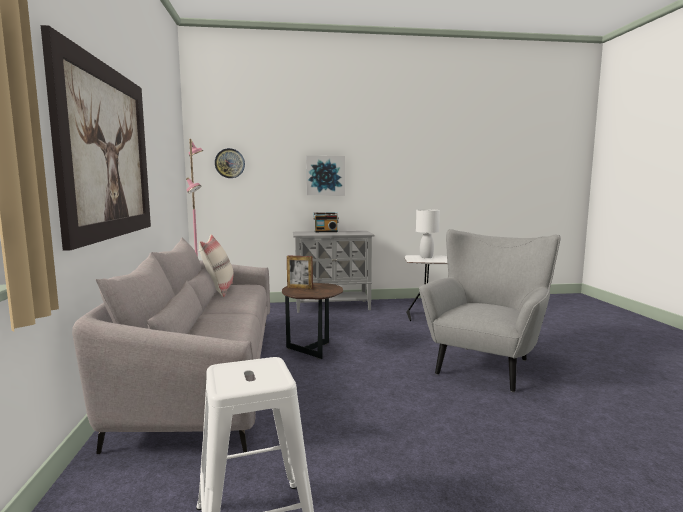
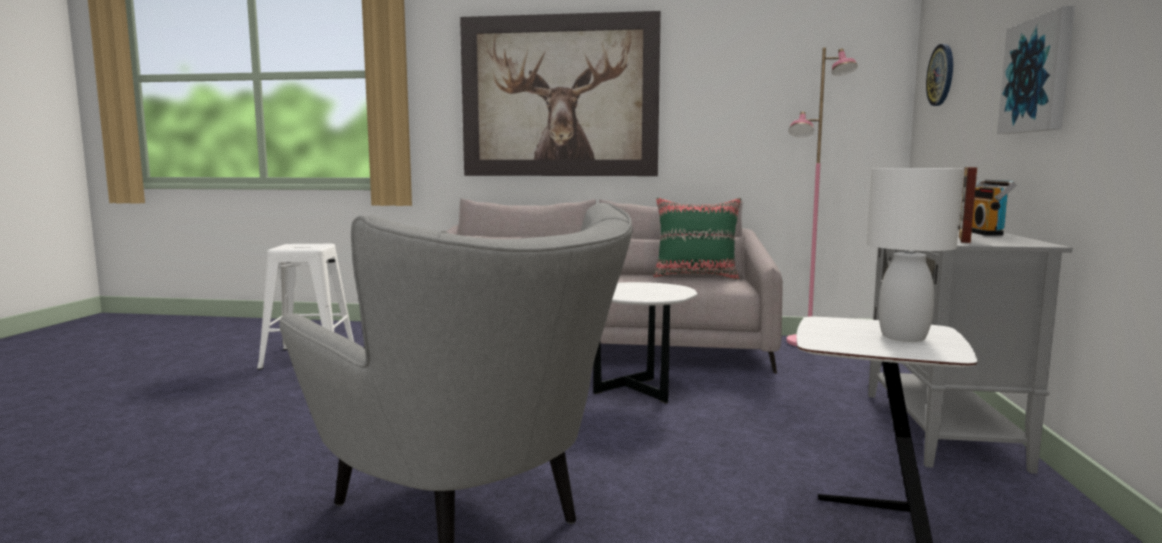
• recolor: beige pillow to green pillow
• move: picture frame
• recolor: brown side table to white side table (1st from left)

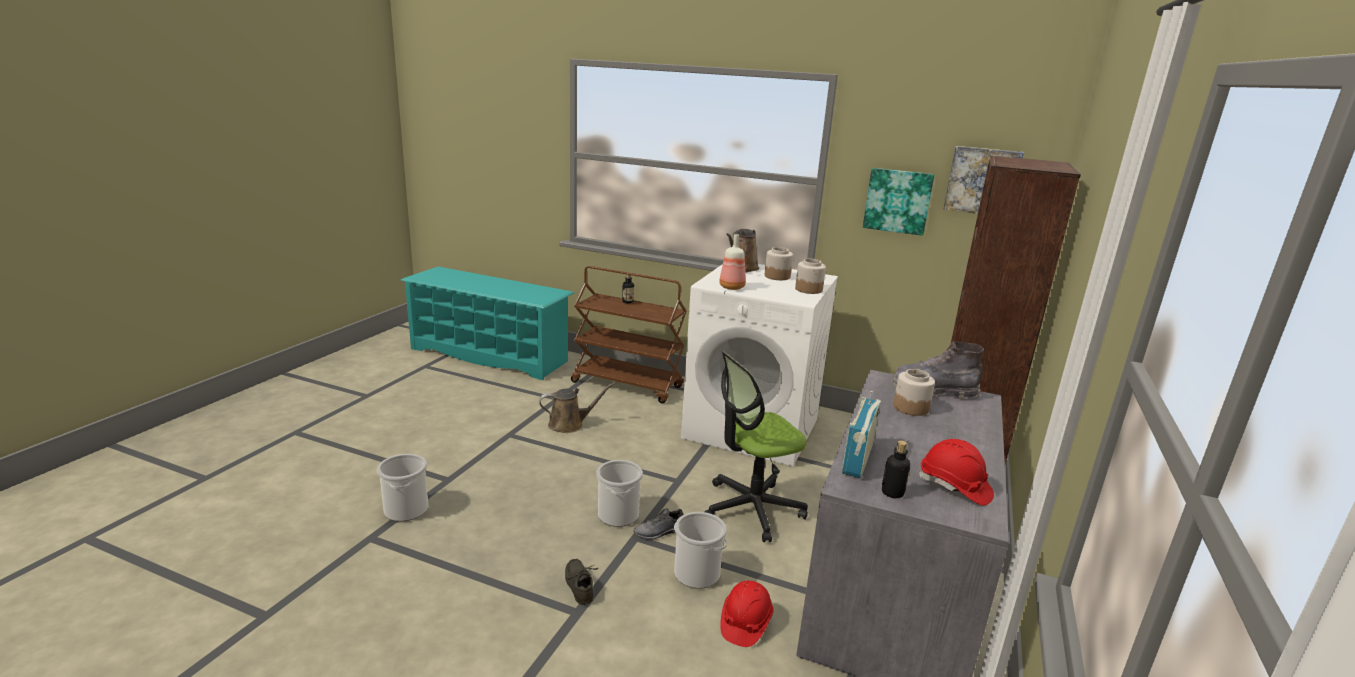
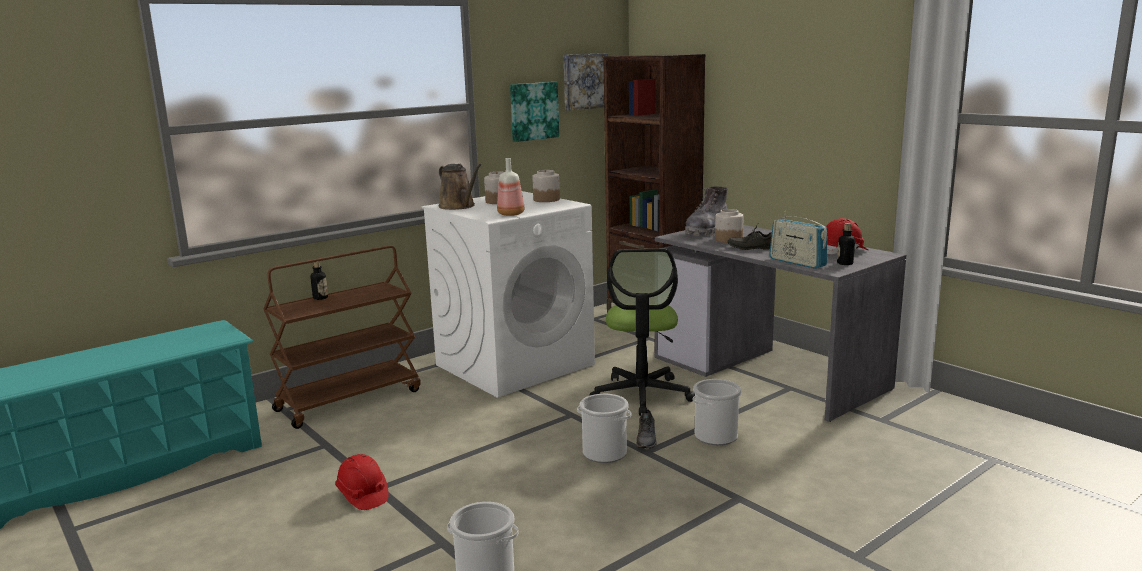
• delete: brown watering can (1st from left)
• move: grey shoe (1st from left in the first image) to grey shoe (2nd from left)
• move: red hard hat (1st from left)

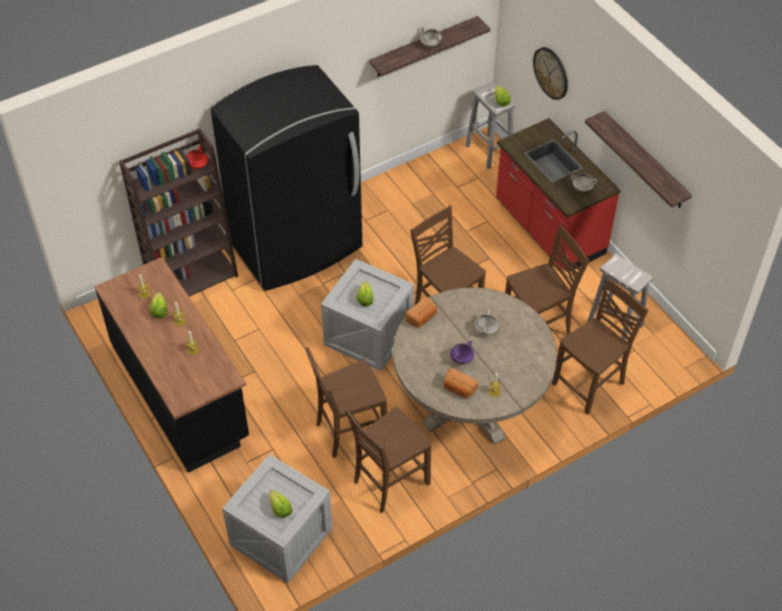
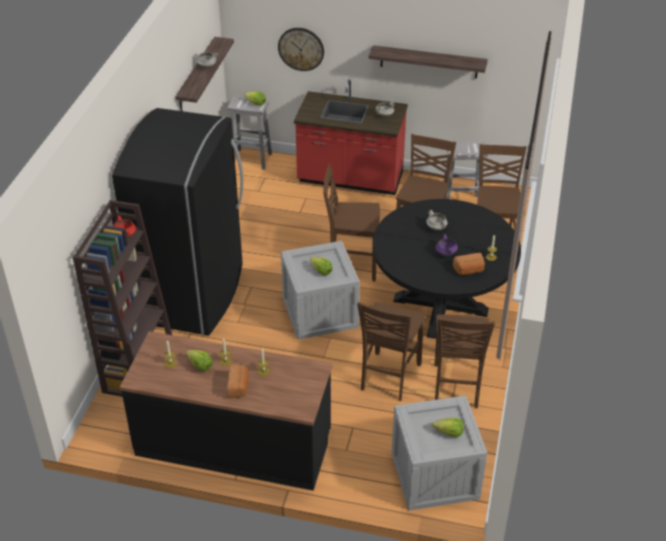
• recolor: beige dining table to black dining table
• move: bread (1st from left)

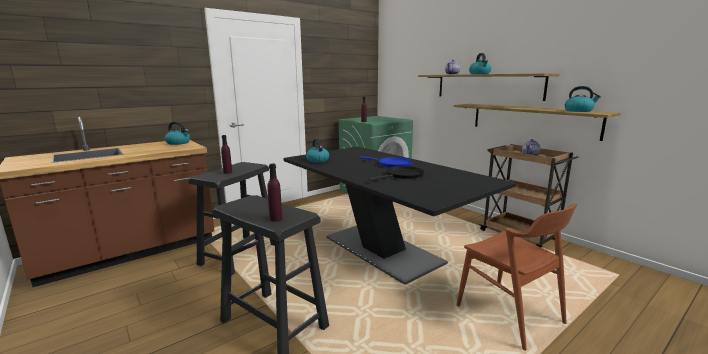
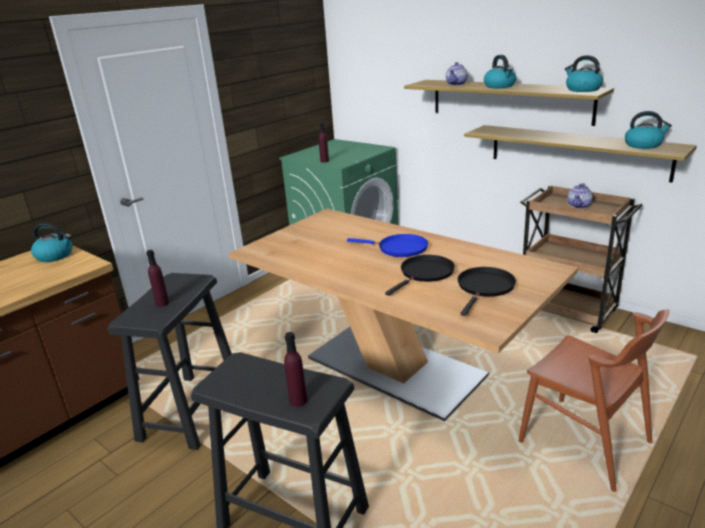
• move: kettle (2nd from left in the first image) to kettle (3rd from left)
• recolor: black dining table to beige dining table
• insert: black frying pan (2nd from left)

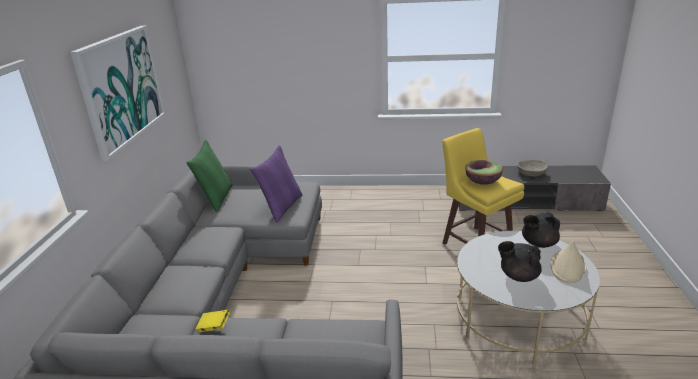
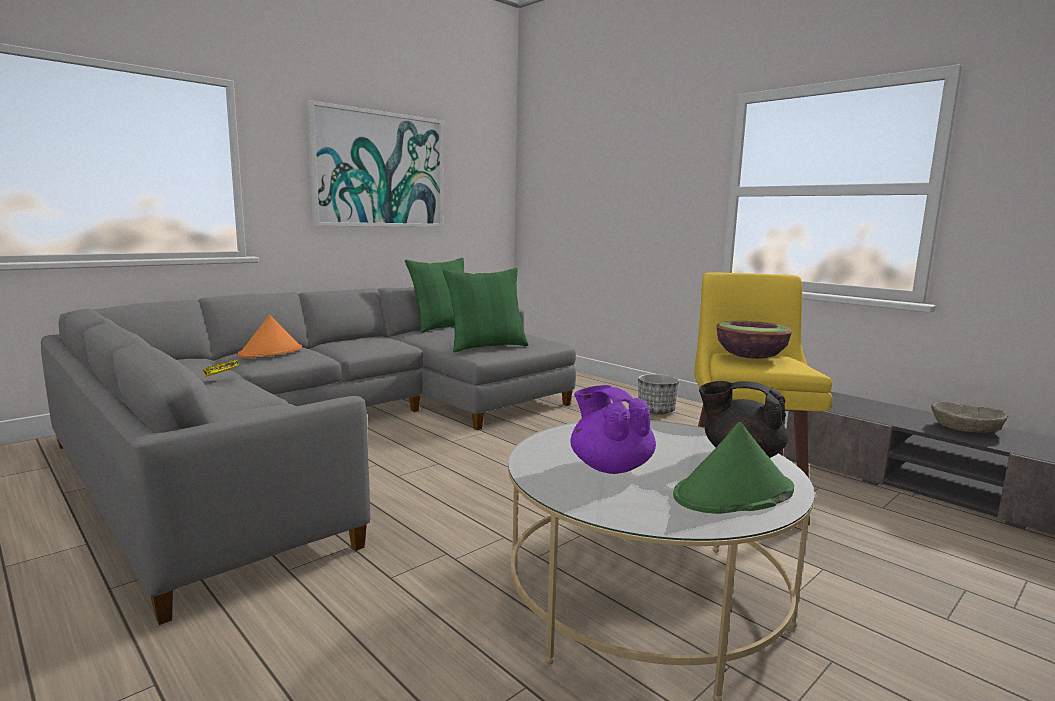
• recolor: purple pillow to green pillow (2nd from left)
• recolor: black teapot (1st from left) to purple teapot
• recolor: beige hat to green hat
• insert: orange hat
• insert: planter

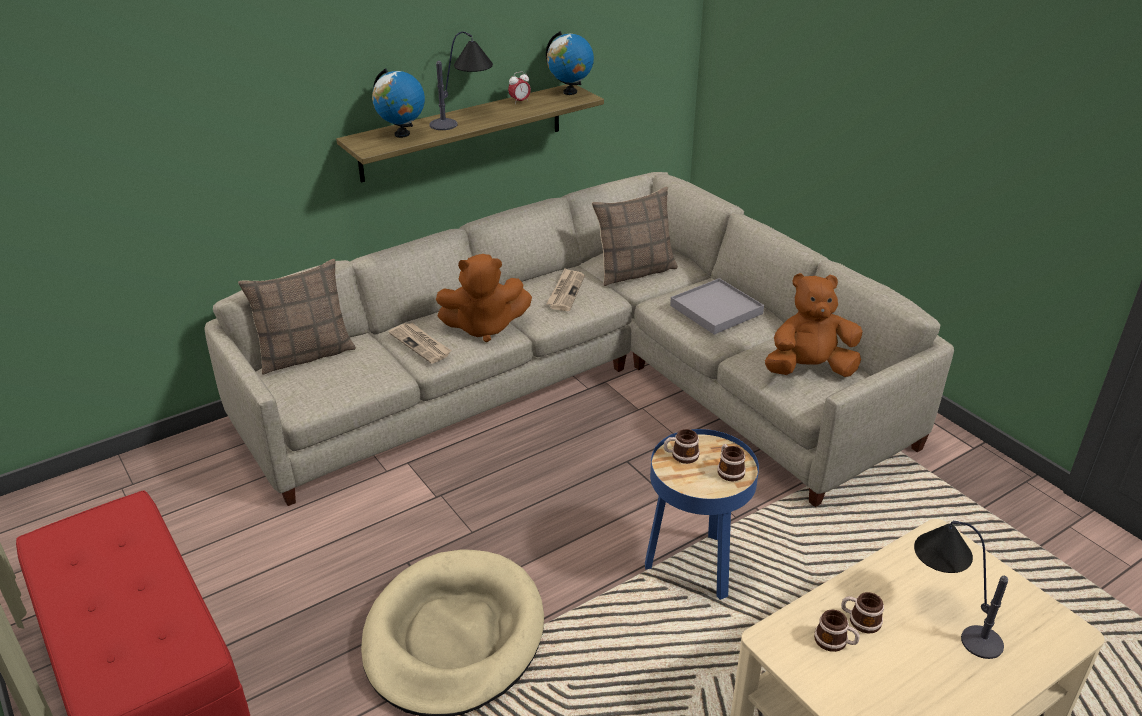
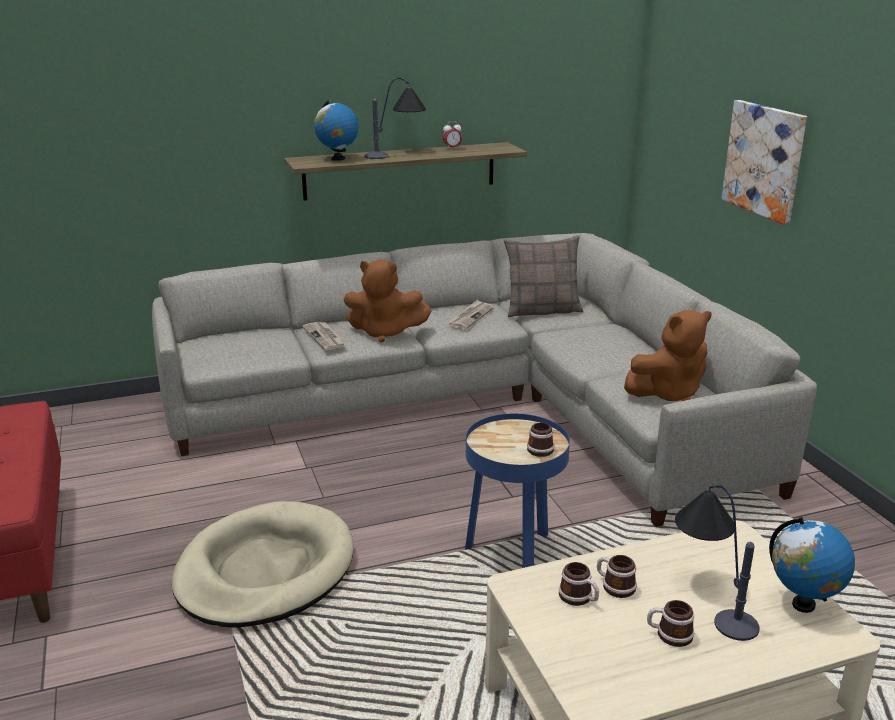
• move: globe (2nd from left)
• delete: pillow (1st from left)
• rotate: brown plush toy (2nd from left) 150 degrees clockwise
• delete: grey tray
• move: mug (1st from left in the first image) to mug (4th from left)
• insert: picture

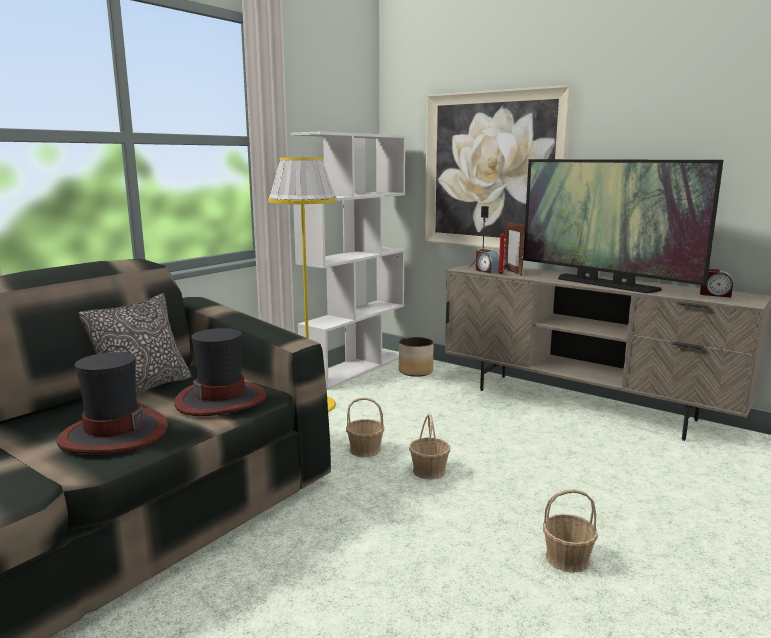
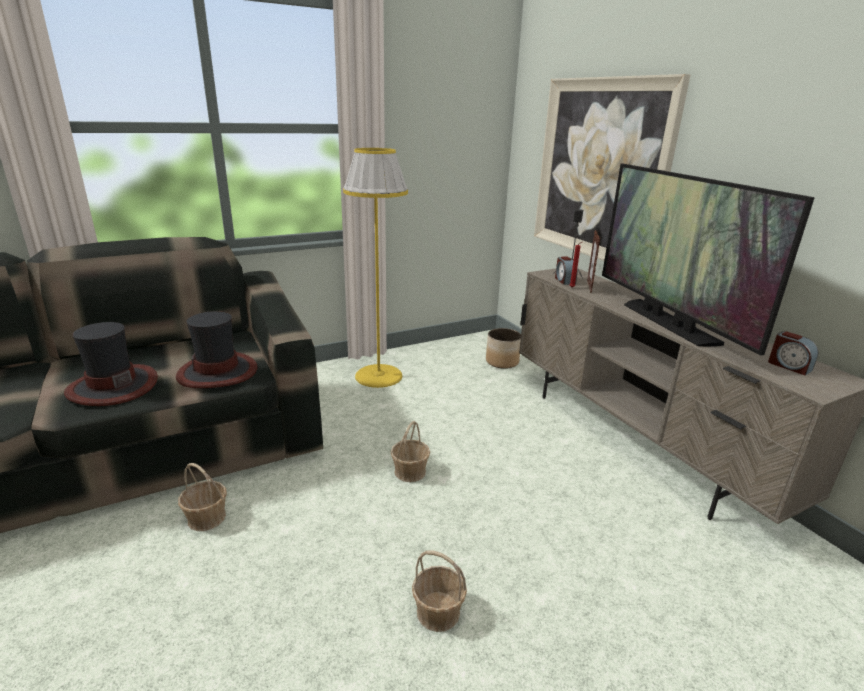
• delete: white bookcase
• delete: pillow
• move: basket (1st from left)

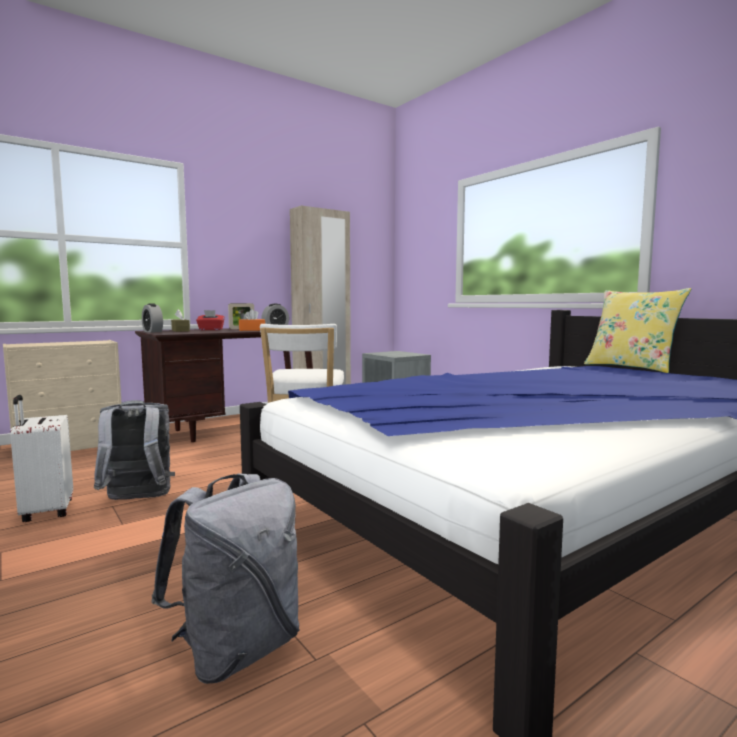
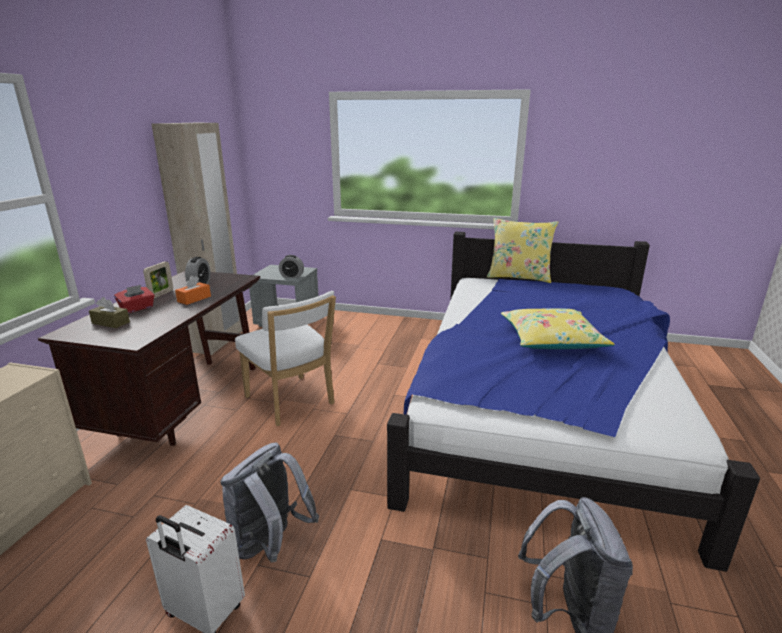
• move: alarm clock (1st from left in the first image) to alarm clock (2nd from left)
• insert: yellow pillow (2nd from left)

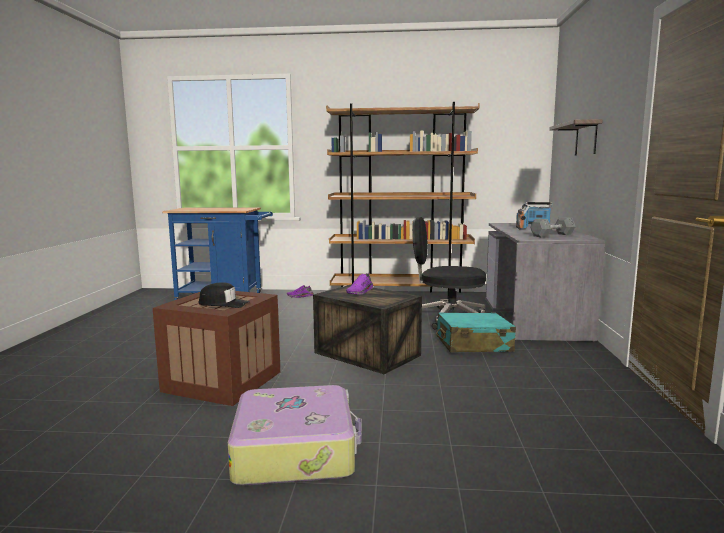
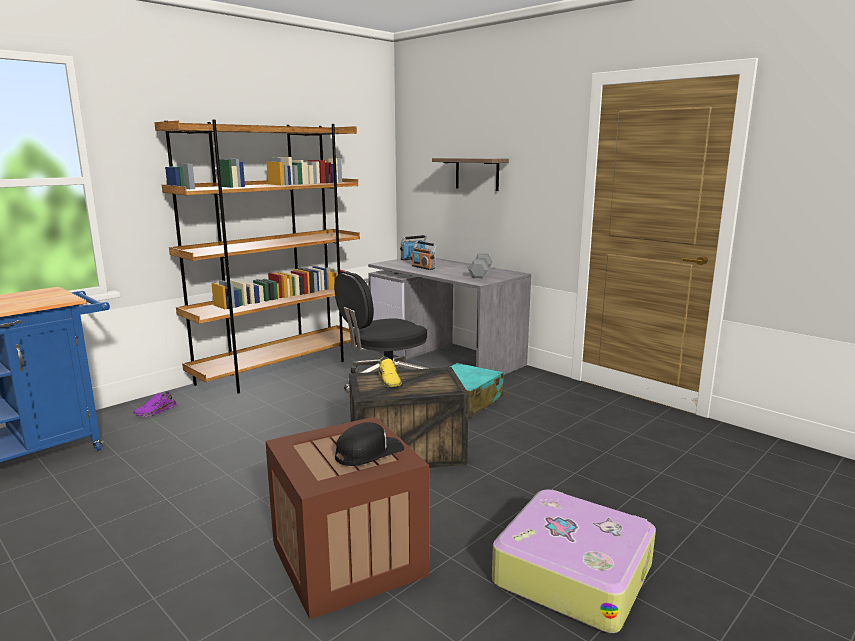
• recolor: purple shoe (2nd from left) to yellow shoe

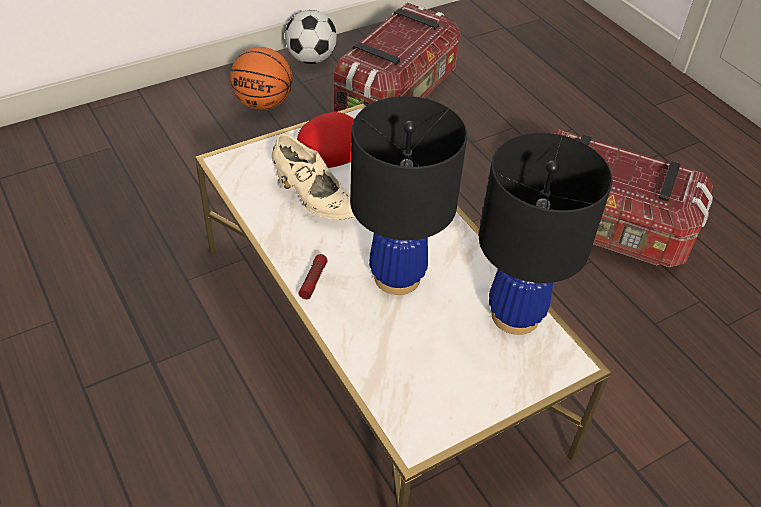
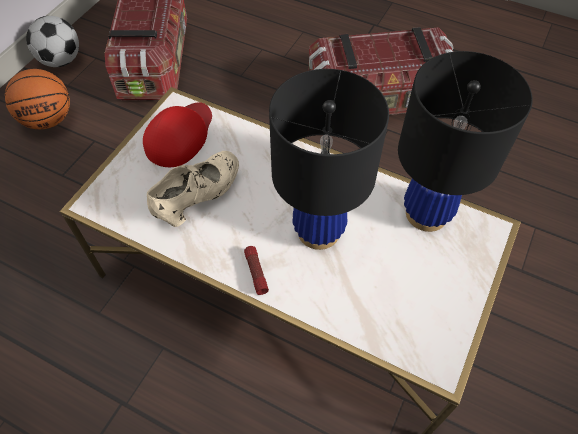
• rotate: beige shoe 60 degrees counterclockwise

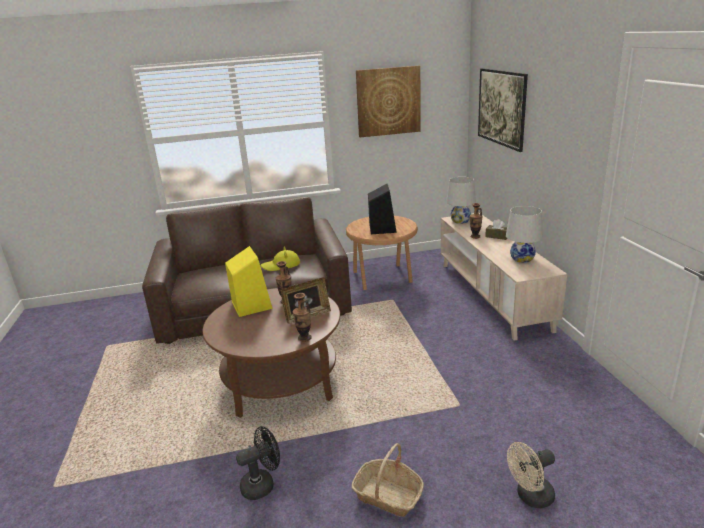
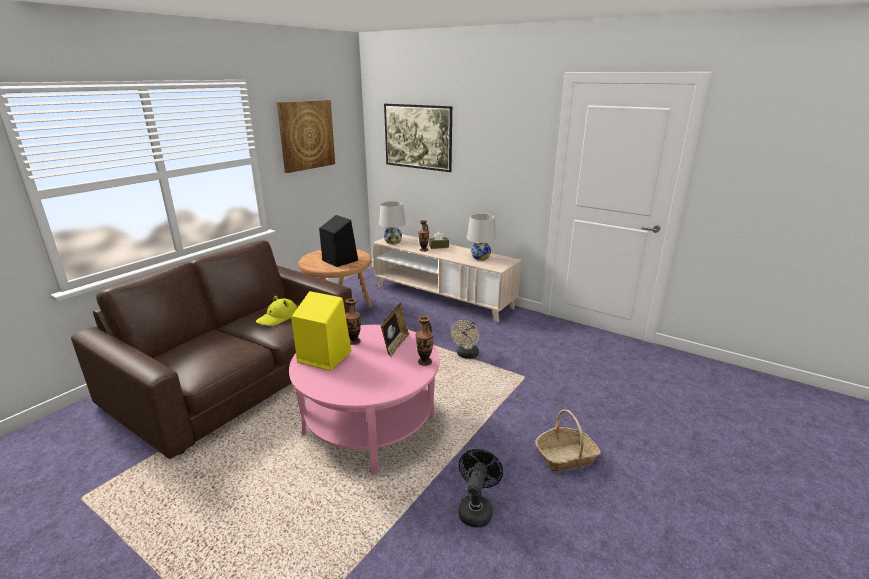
• recolor: brown coffee table to pink coffee table
• move: beige fan

